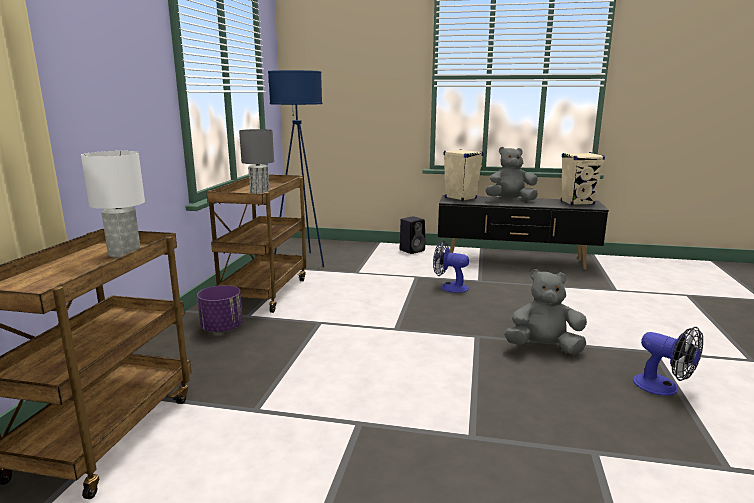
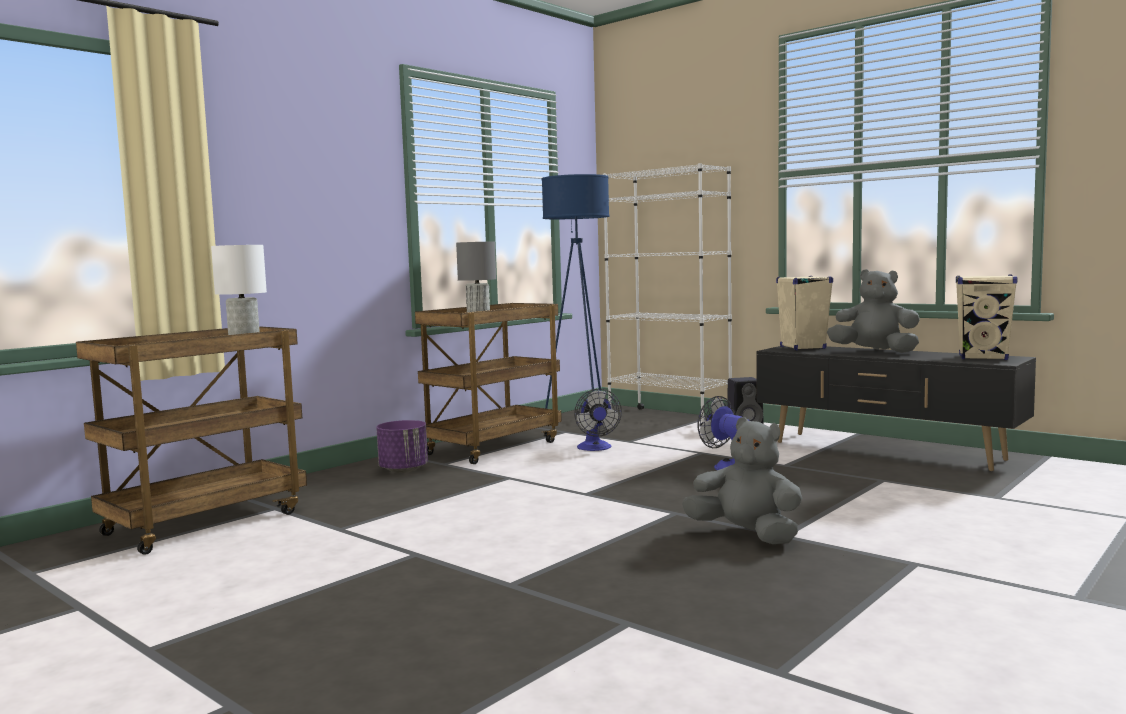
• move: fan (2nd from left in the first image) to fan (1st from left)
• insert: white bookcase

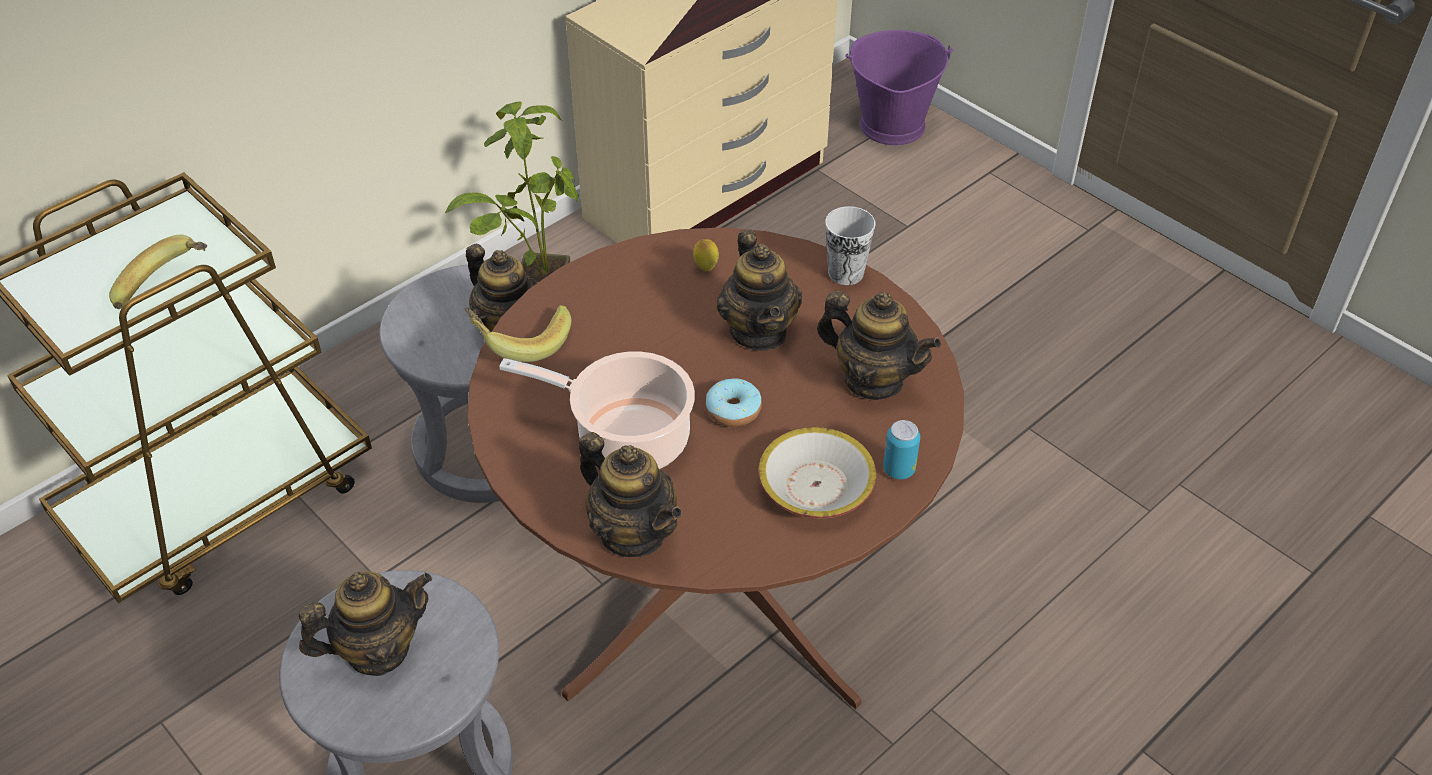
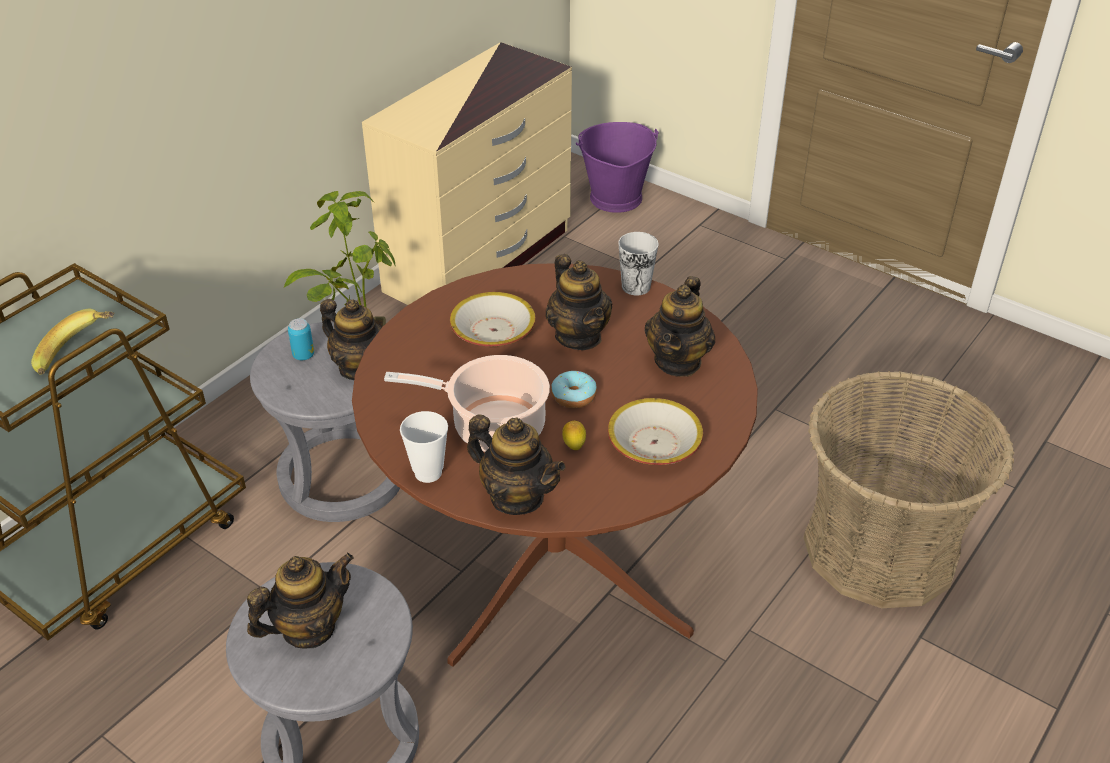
• move: lemon
• rotate: teapot (5th from left) 90 degrees clockwise
• delete: banana (2nd from left)
• move: can
• insert: bowl (1st from left)
• insert: basket
• insert: cup (1st from left)

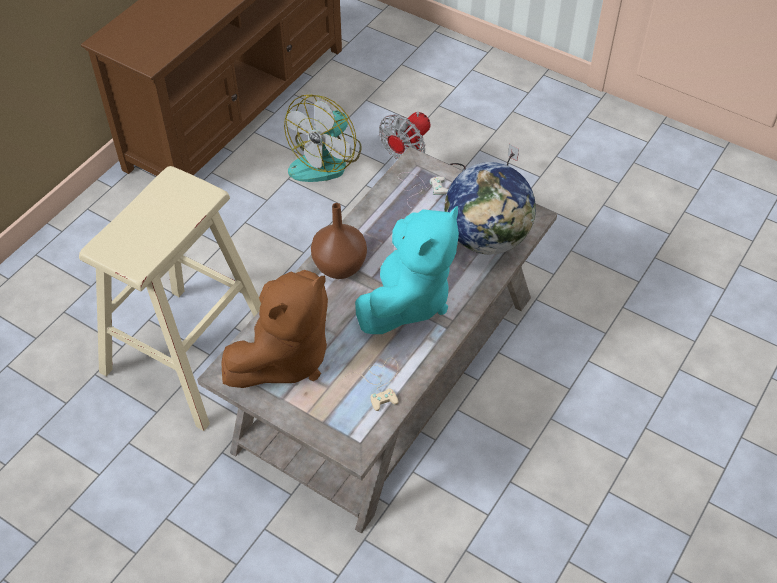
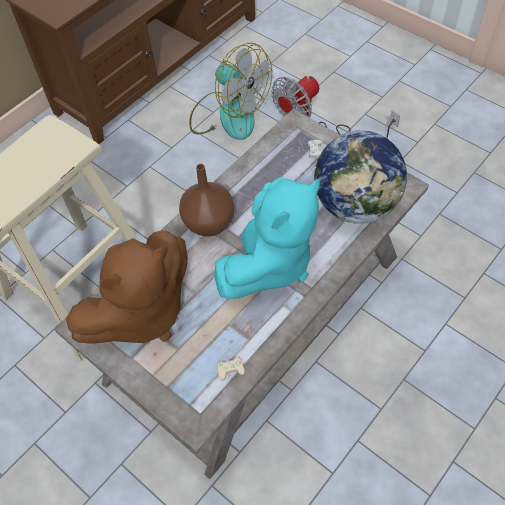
• rotate: fan (1st from left) 90 degrees counterclockwise

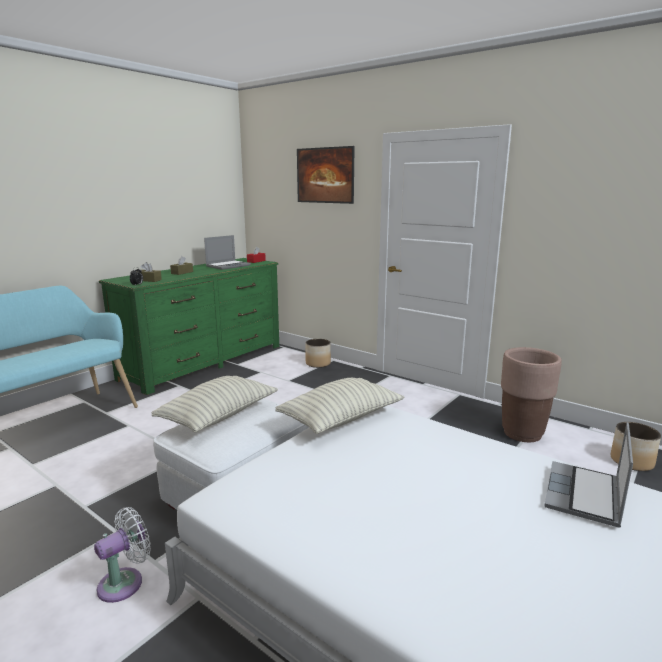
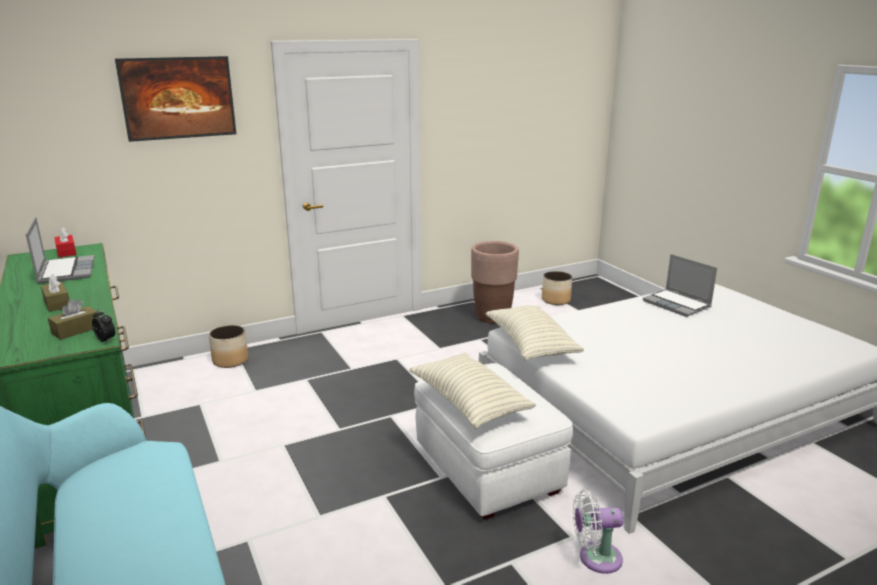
• rotate: white fan 75 degrees counterclockwise

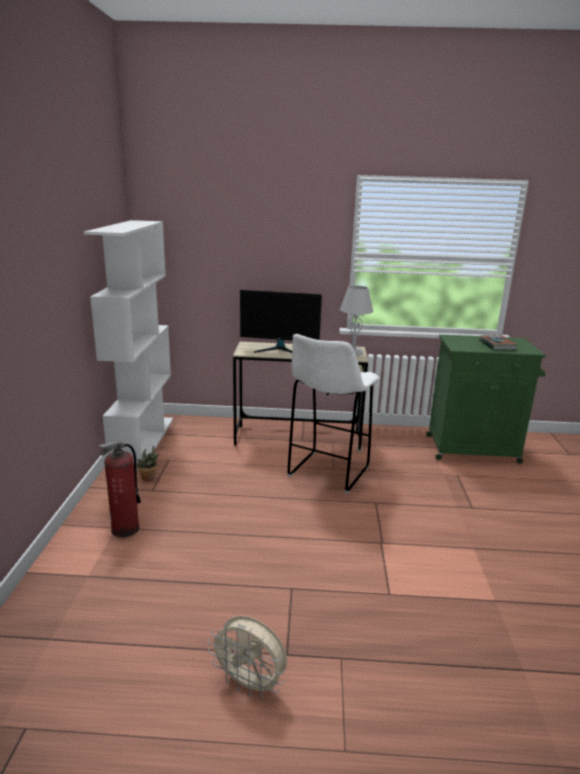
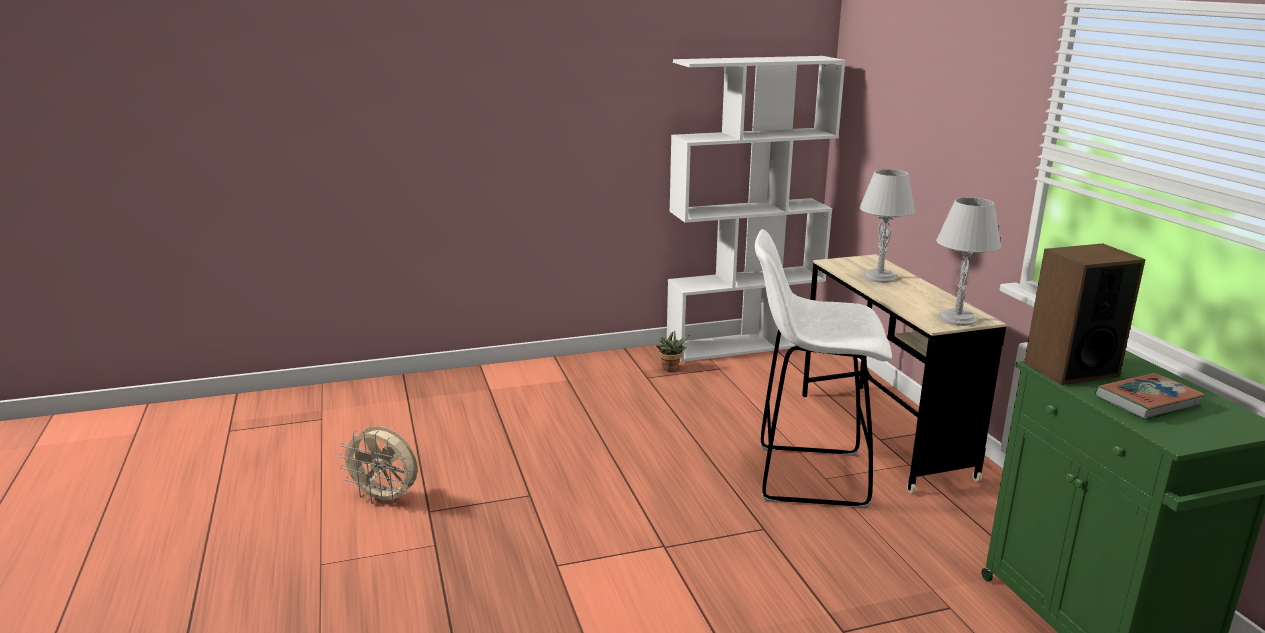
• replace: monitor to grey table lamp (1st from left)
• delete: fire extinguisher
• rotate: beige fan 75 degrees counterclockwise
• insert: speaker

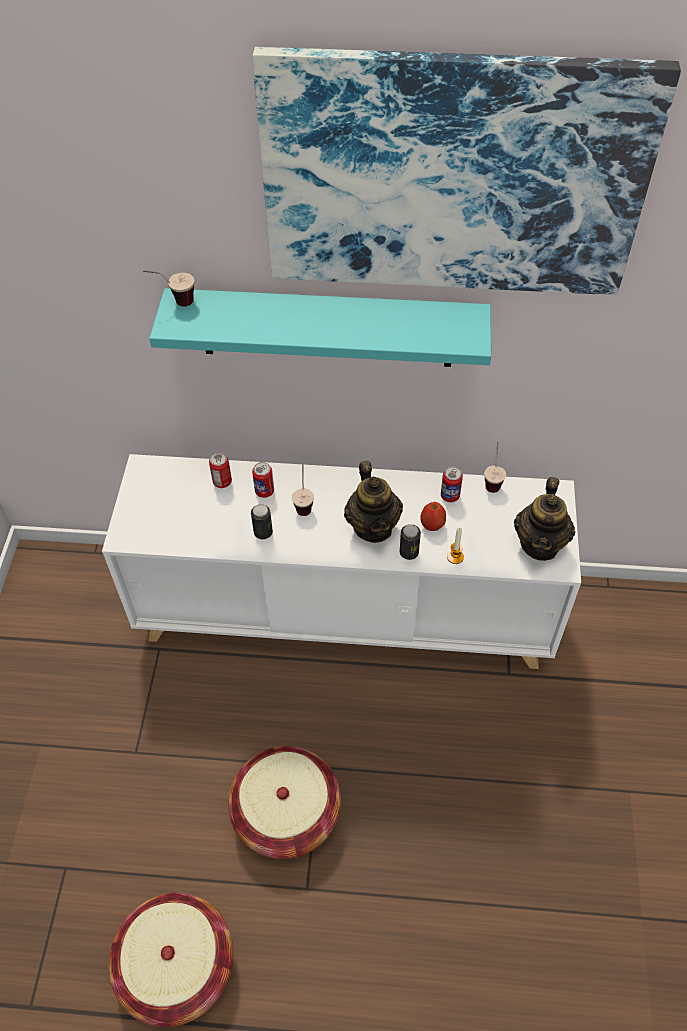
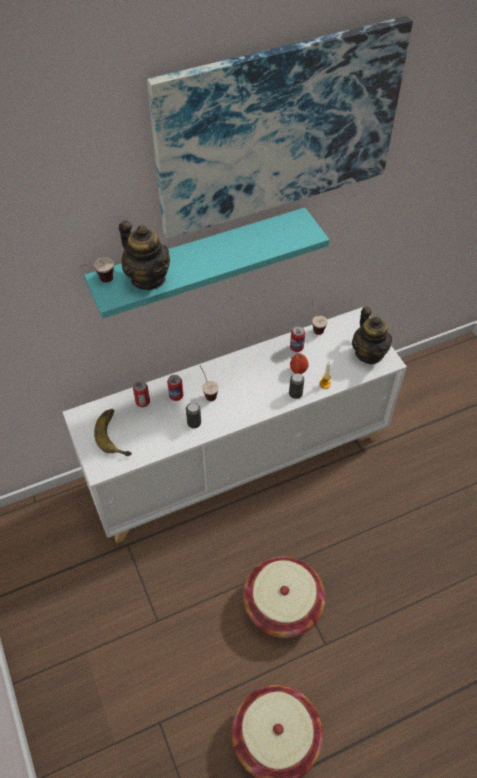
• move: teapot (1st from left)
• insert: banana

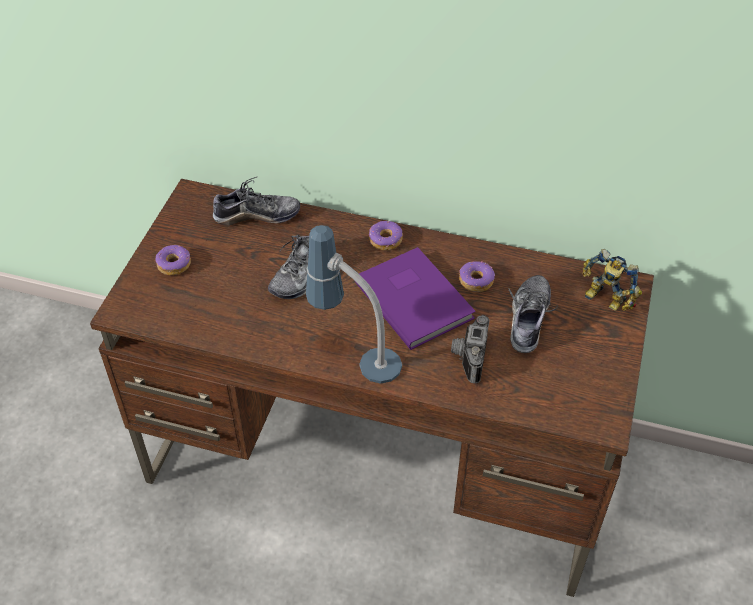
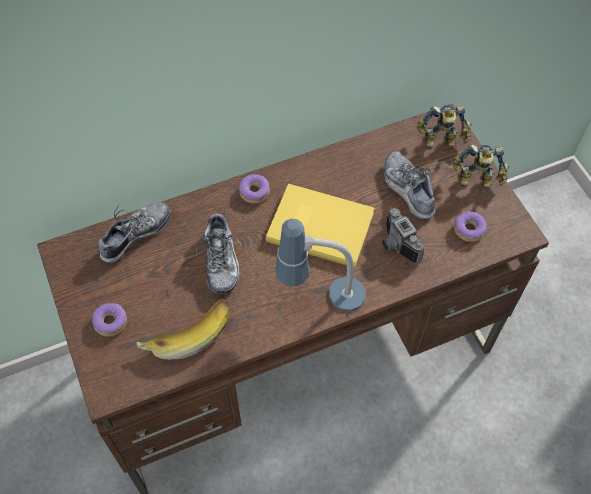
• recolor: purple book to yellow book
• move: donut (3rd from left)
• insert: toy robot (2nd from left)
• insert: banana

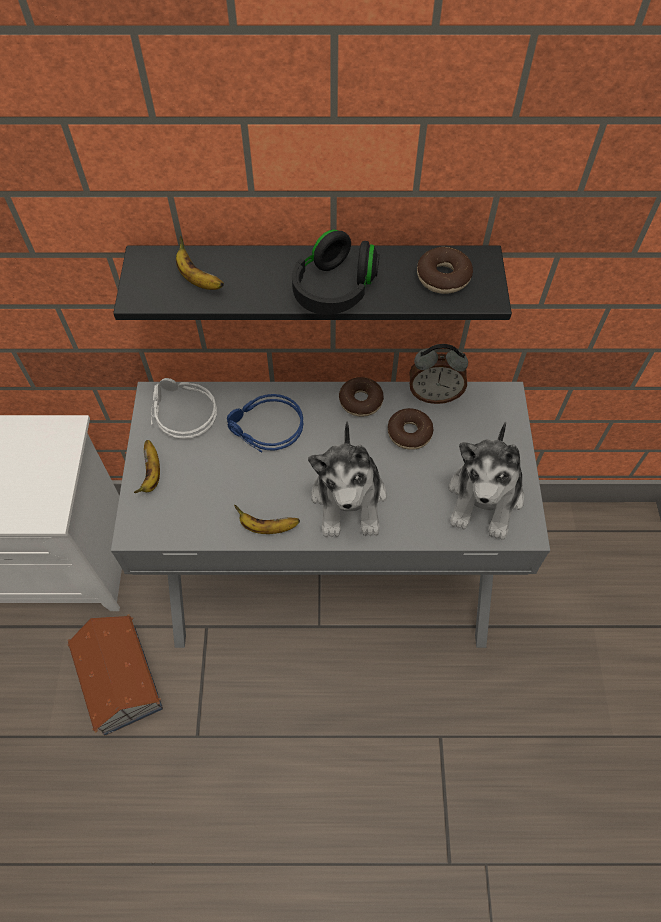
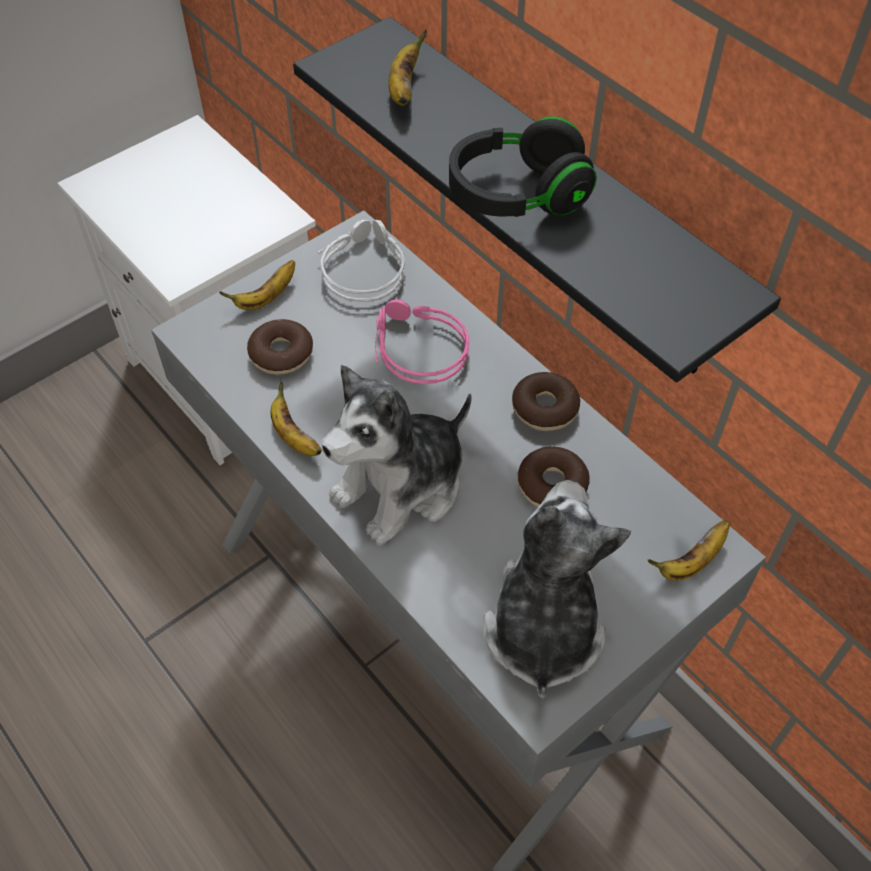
• move: donut (3rd from left in the first image) to donut (1st from left)
• delete: alarm clock
• recolor: blue headphones to pink headphones
• rotate: plush toy (2nd from left) 120 degrees clockwise
• delete: toy house
• insert: banana (4th from left)

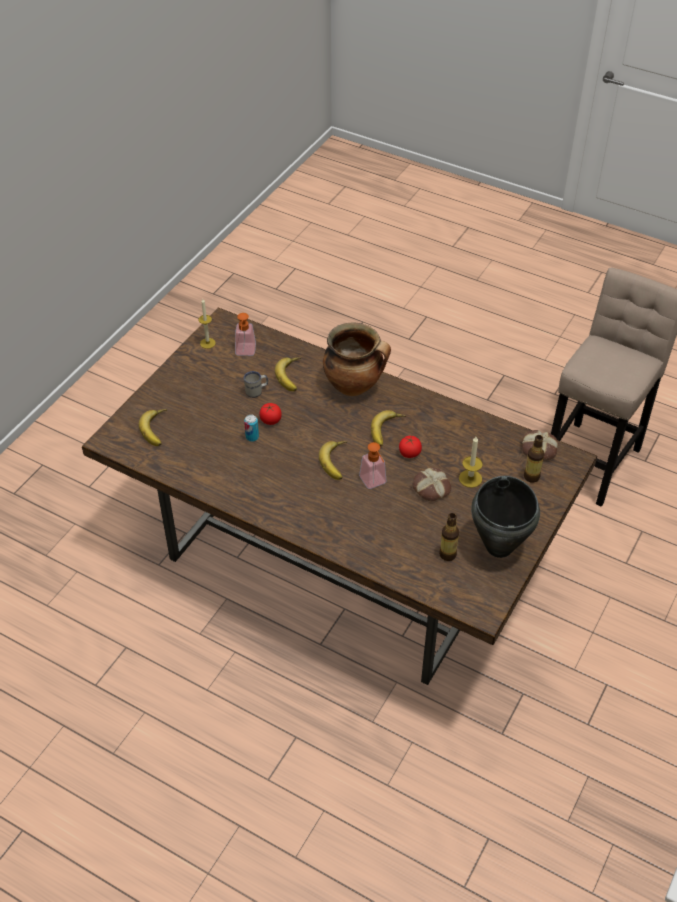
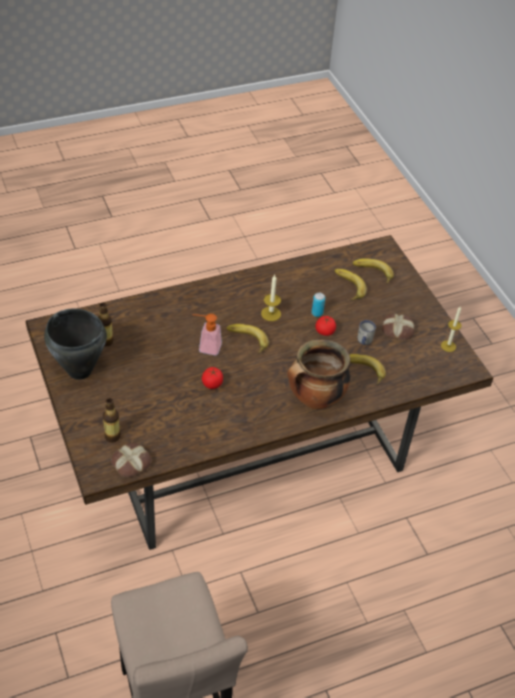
• delete: soap dispenser (1st from left)
• move: banana (4th from left in the first image) to banana (2nd from left)
• move: candle (2nd from left in the first image) to candle (1st from left)
• move: bread (1st from left in the first image) to bread (2nd from left)

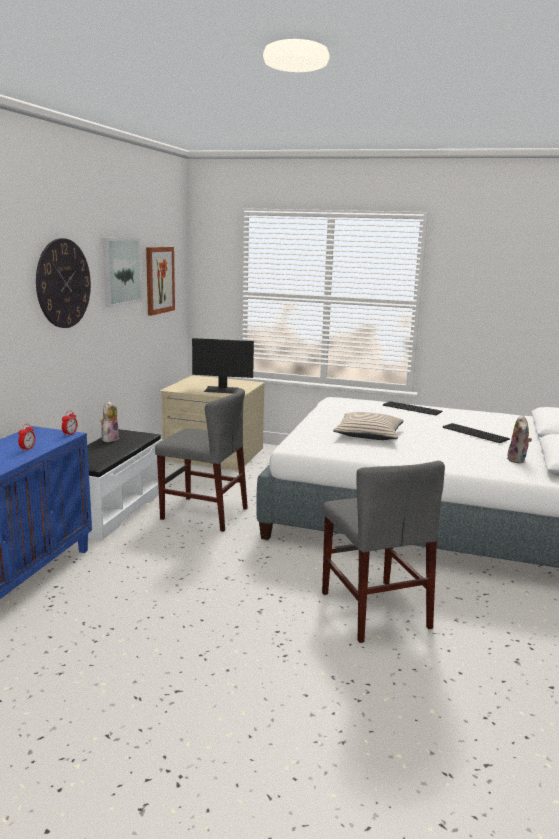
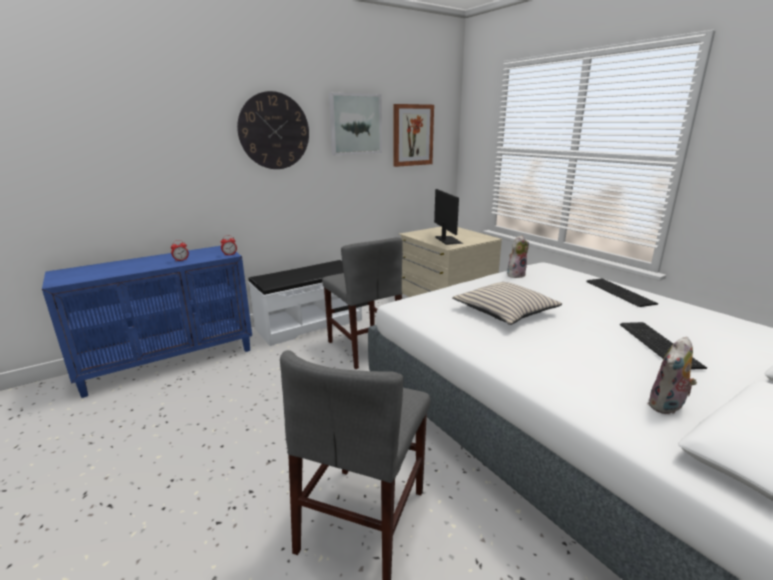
• rotate: monitor 150 degrees counterclockwise
• move: plush toy (1st from left)

